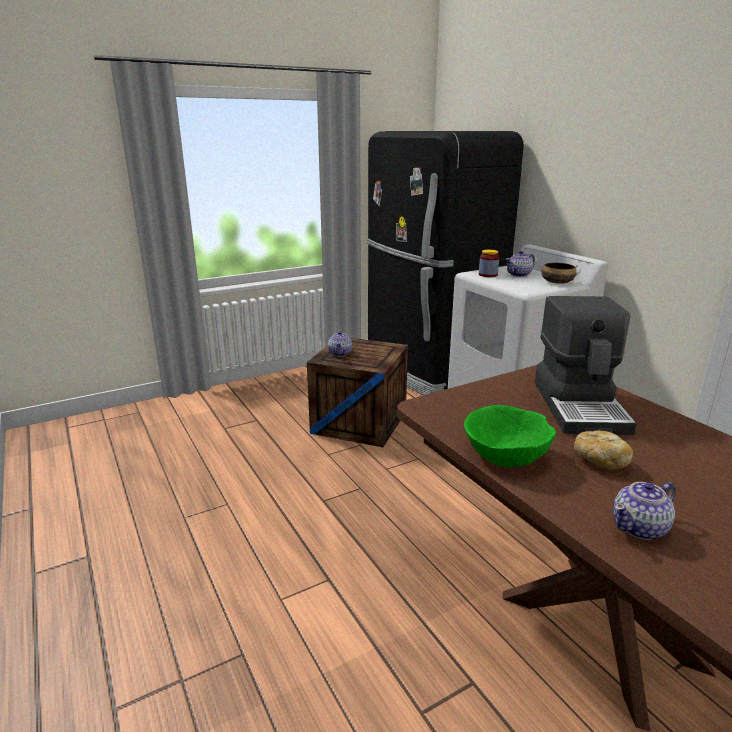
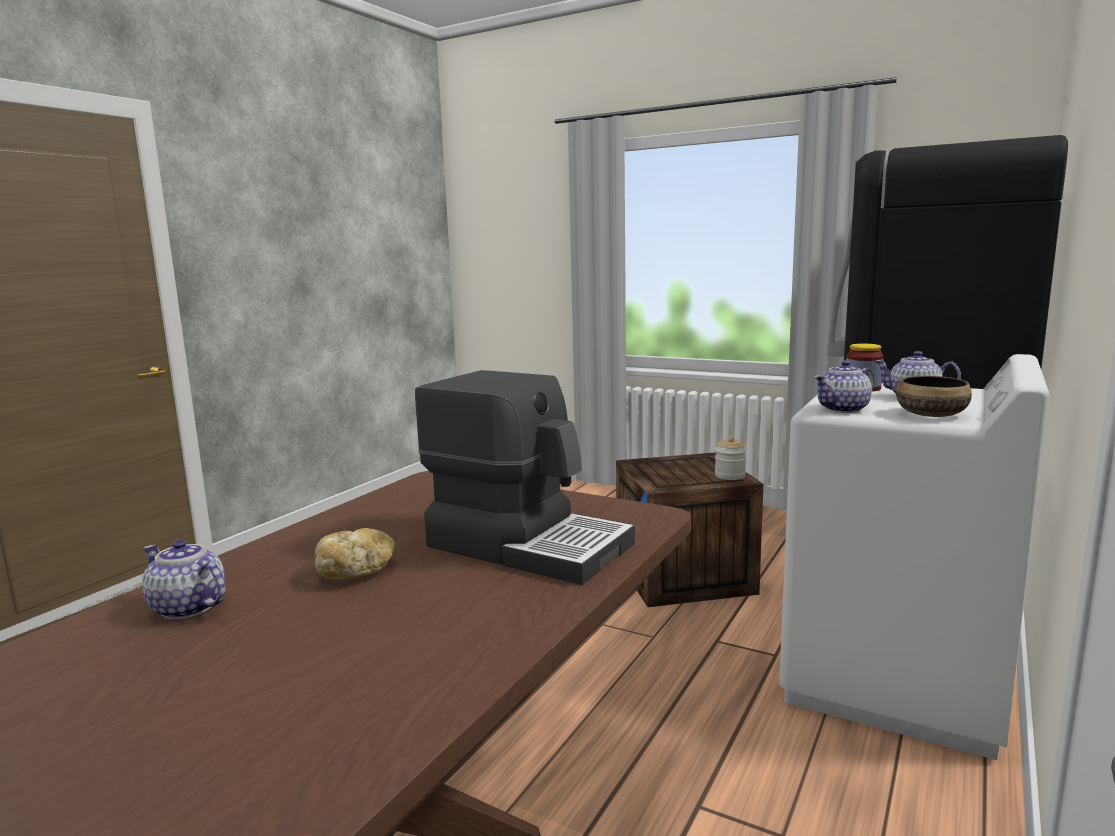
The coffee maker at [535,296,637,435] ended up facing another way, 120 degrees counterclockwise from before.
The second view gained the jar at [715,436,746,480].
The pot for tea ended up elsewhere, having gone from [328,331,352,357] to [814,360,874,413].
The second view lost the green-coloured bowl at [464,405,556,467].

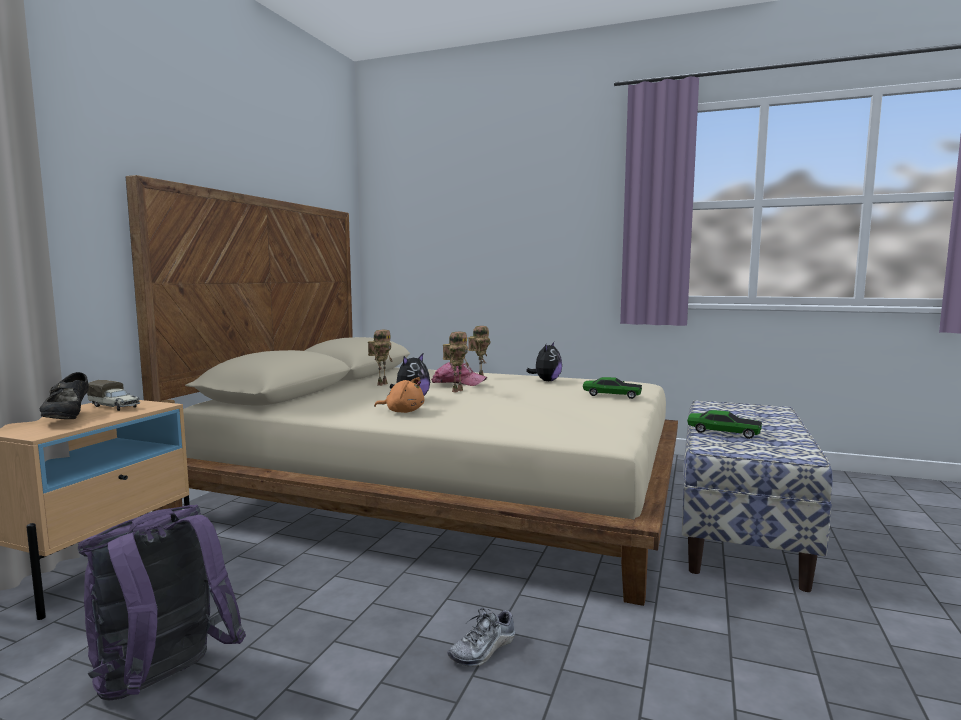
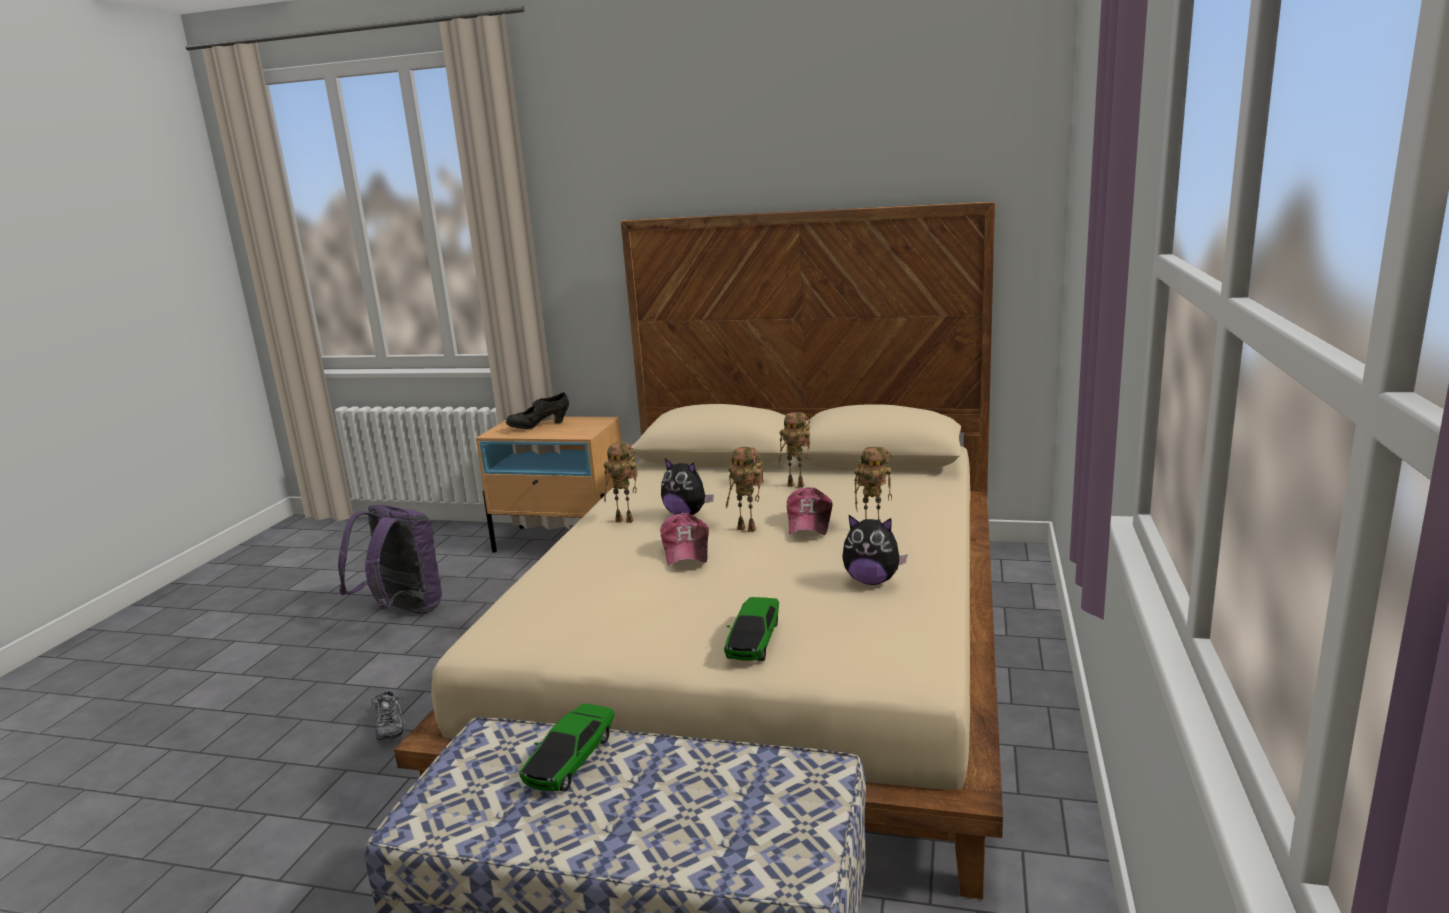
The low shoe at [447,607,515,667] ended up facing another way, 150 degrees counterclockwise from before.
Where the orangey plush toy stood at [374,377,424,413], the toy robot came to stand at [604,443,638,523].
The second view gained the peaked cap at [660,513,709,566].
The second view lost the model truck at [87,380,140,411].

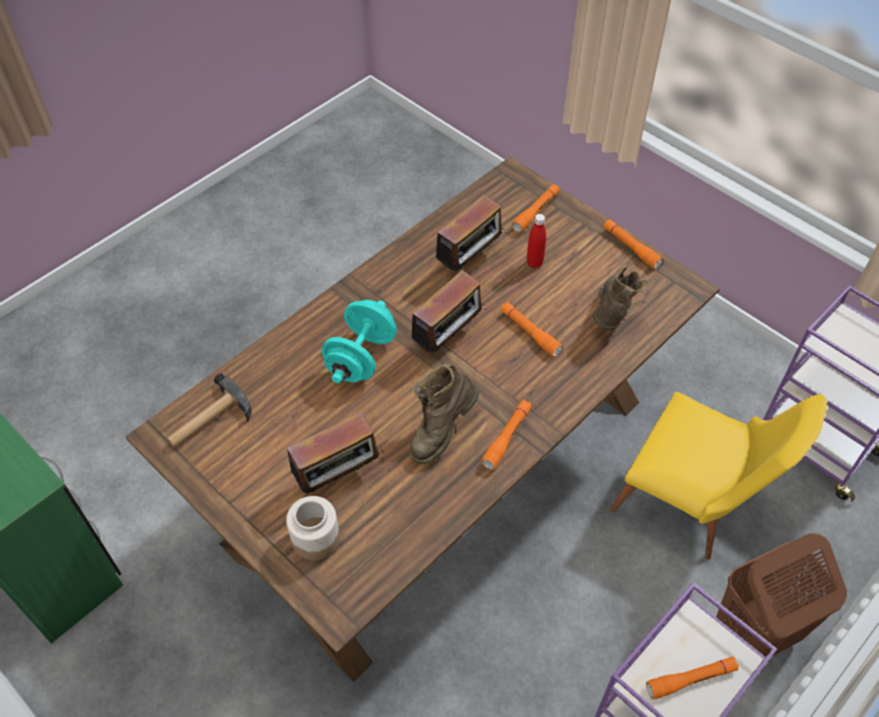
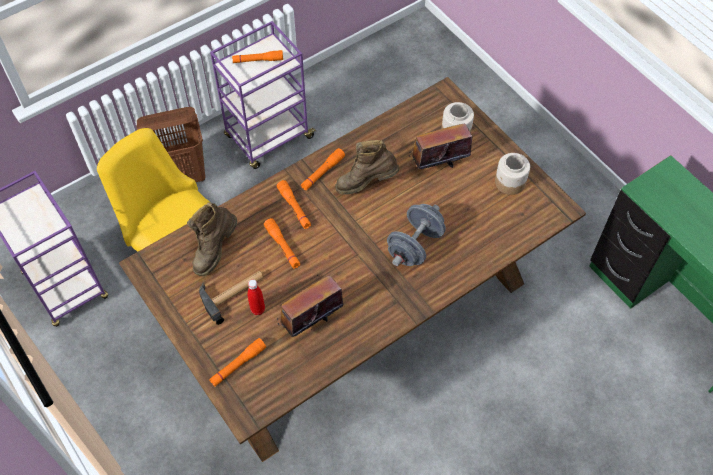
The tool hammer ended up elsewhere, having gone from [167,373,252,448] to [199,271,264,325].
The orangey flashlight ended up elsewhere, having gone from [603,219,663,269] to [277,180,311,229].
The brown high-top boot at [410,363,479,465] ended up facing another way, 150 degrees counterclockwise from before.
What was the blue-green free weight at [321,300,397,383] turned into the gray free weight at [387,204,446,266].
The second view gained the jar at [495,153,530,195].
The second view lost the radio set at [411,270,487,353].

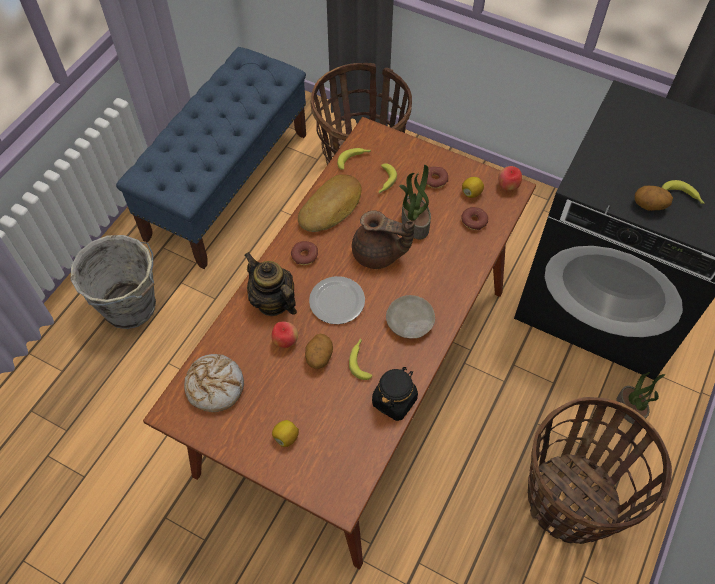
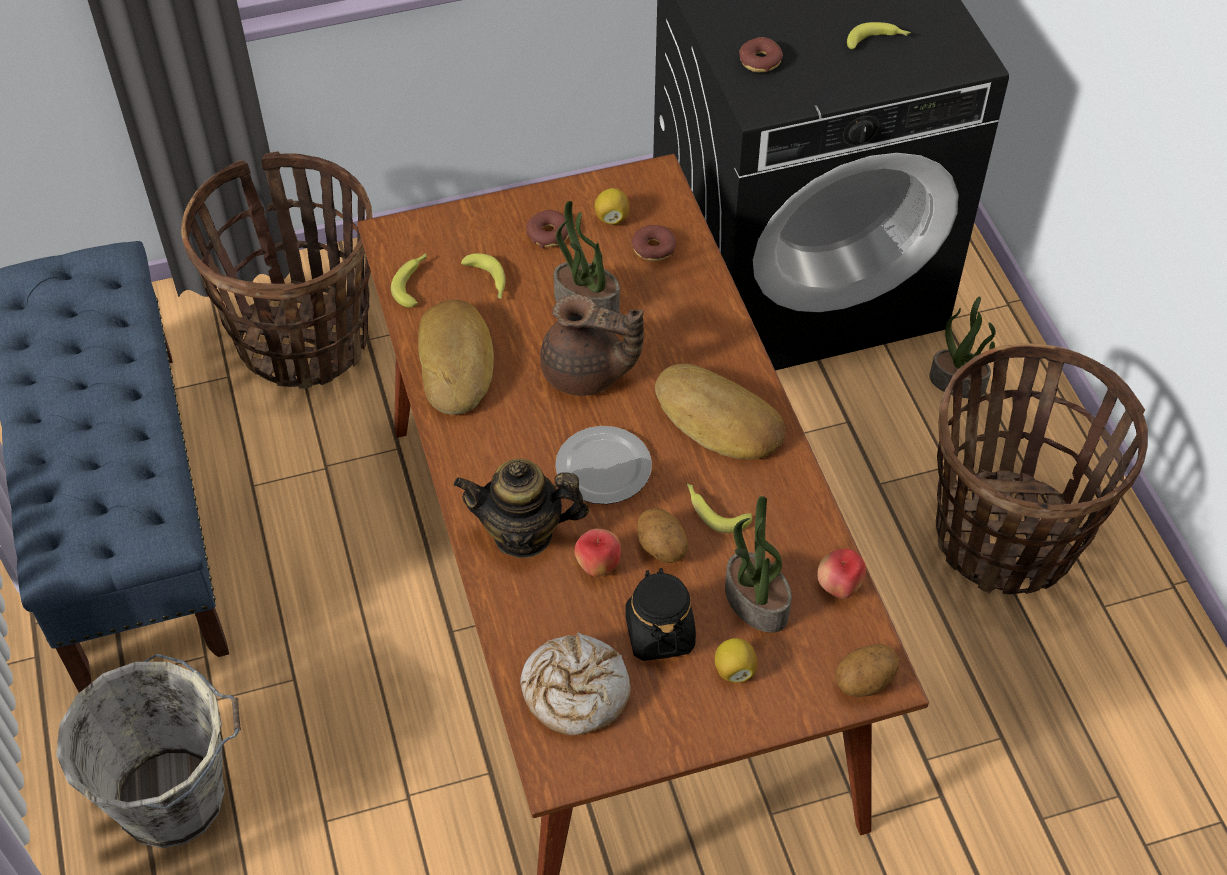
The brown pot for tea at [352,211,415,269] ended up facing another way, 45 degrees clockwise from before.
The blackish jar ended up elsewhere, having gone from [372,367,418,421] to [625,568,696,661].
Where the beige-coloured flat dish stood at [386,295,435,339], the baked bread came to stand at [655,364,785,459].
The second view gained the plant in a pot at [725,496,792,633].
The donut ended up elsewhere, having gone from [291,241,318,265] to [739,37,783,72].
The apple ended up elsewhere, having gone from [498,166,522,191] to [817,549,866,599].
The spud ended up elsewhere, having gone from [635,186,673,211] to [835,644,899,697].

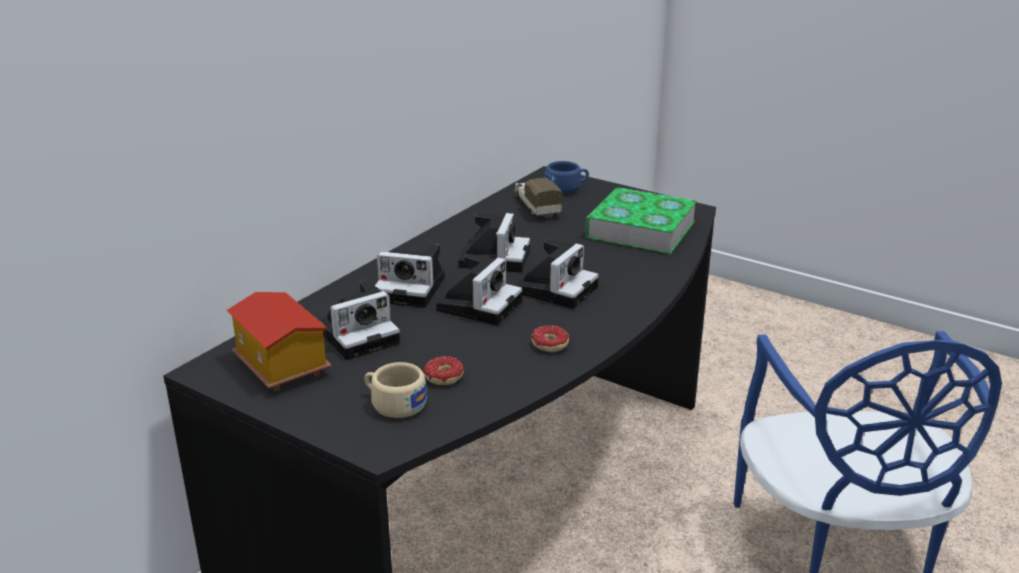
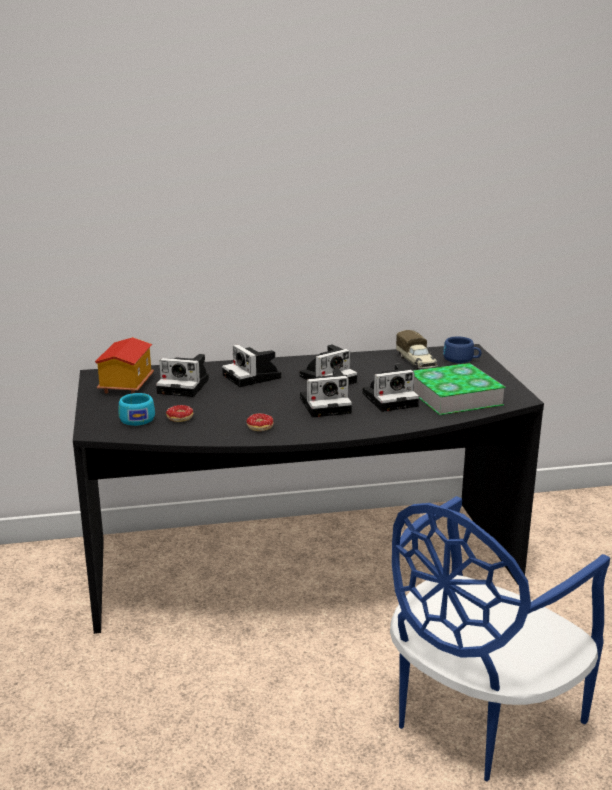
What was the beige-coloured drinking cup at [365,362,427,418] turned into the blue-green drinking cup at [119,393,155,426].
The still camera ended up elsewhere, having gone from [436,254,522,325] to [362,363,419,412].
The model truck at [514,178,562,218] ended up facing another way, 135 degrees clockwise from before.

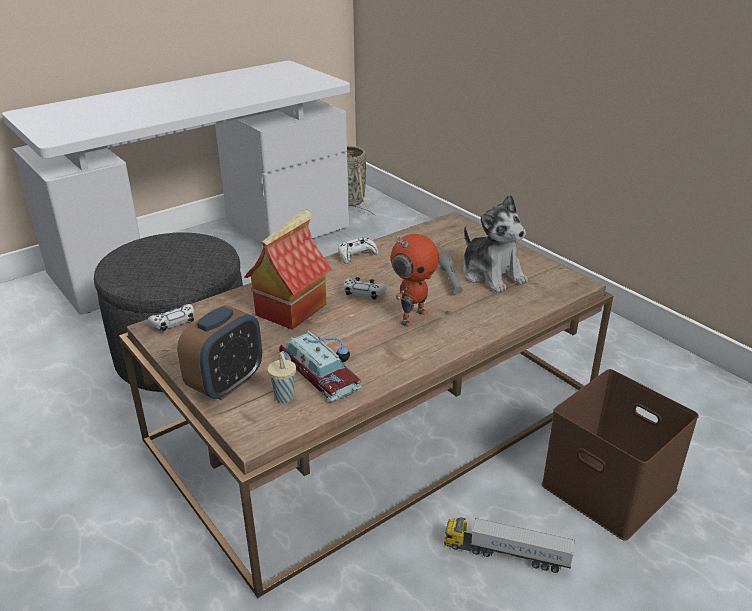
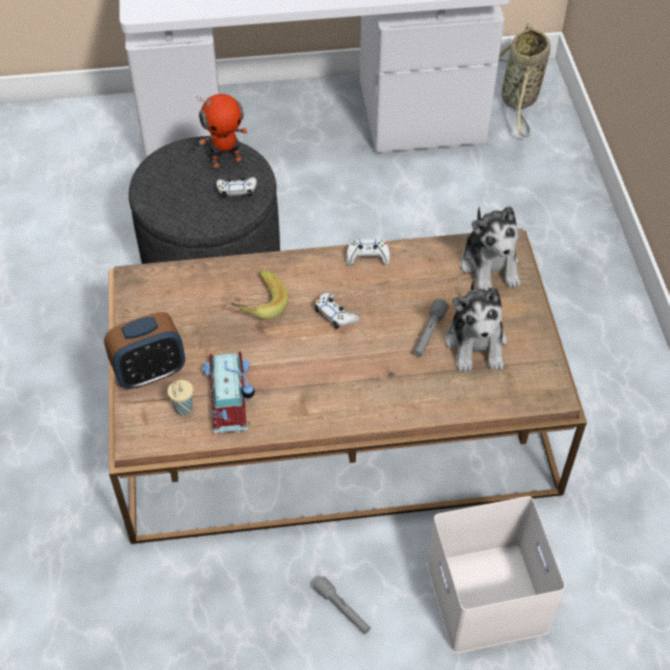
The toy robot ended up elsewhere, having gone from [391,234,439,327] to [196,94,248,168].
The white-coloured joypad ended up elsewhere, having gone from [147,304,194,332] to [216,177,257,198].
Where the toy house stood at [244,210,332,329], the banana came to stand at [231,271,288,319].
Where the model truck stood at [444,517,575,573], the gray flashlight came to stand at [314,577,371,634].
What was the brown storage container at [541,369,699,541] turned into the white-coloured storage container at [427,496,565,654].
The second view gained the plush toy at [461,206,520,291].

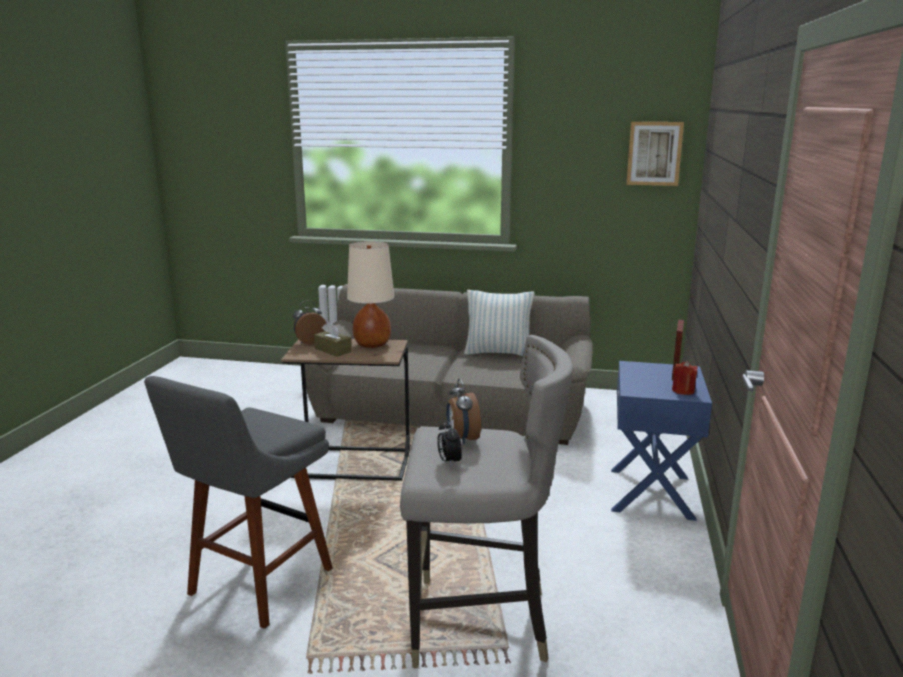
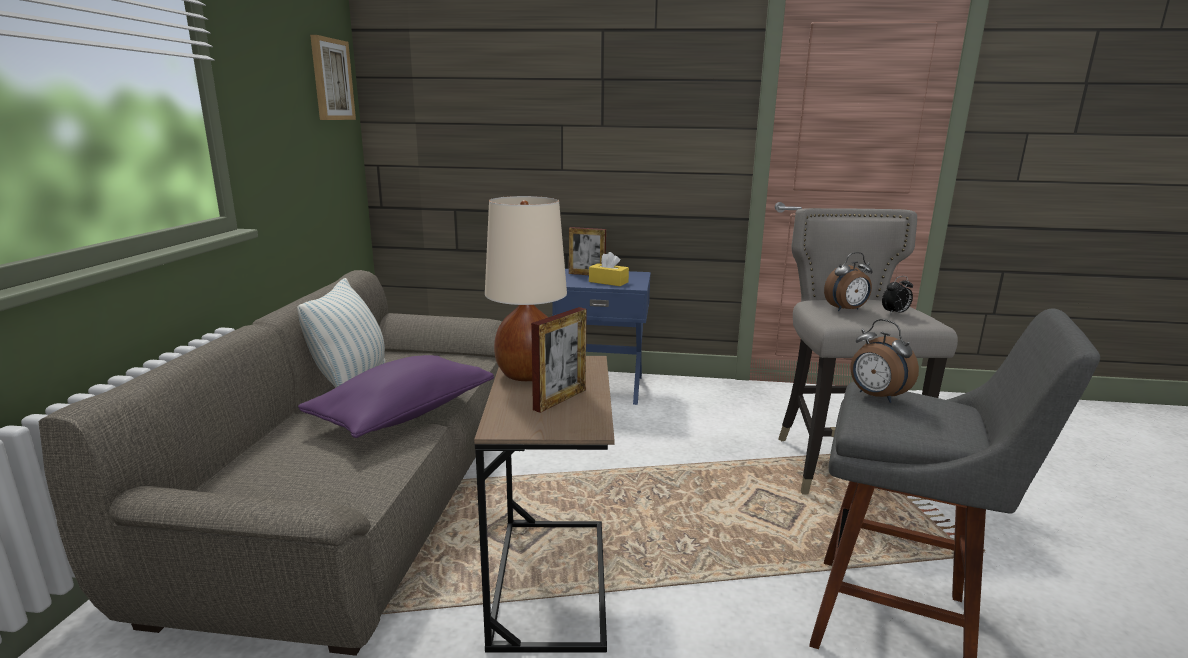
The second view gained the purple-coloured pillow at [298,355,494,438].
Where the brown tissue holder stood at [314,322,352,357], the standing frame came to stand at [531,307,587,413].
The second view gained the yellow tissue holder at [589,252,629,286].
The table clock ended up elsewhere, having gone from [293,300,326,345] to [851,319,919,403].
The second view lost the red-coloured wax candle at [672,361,698,395].

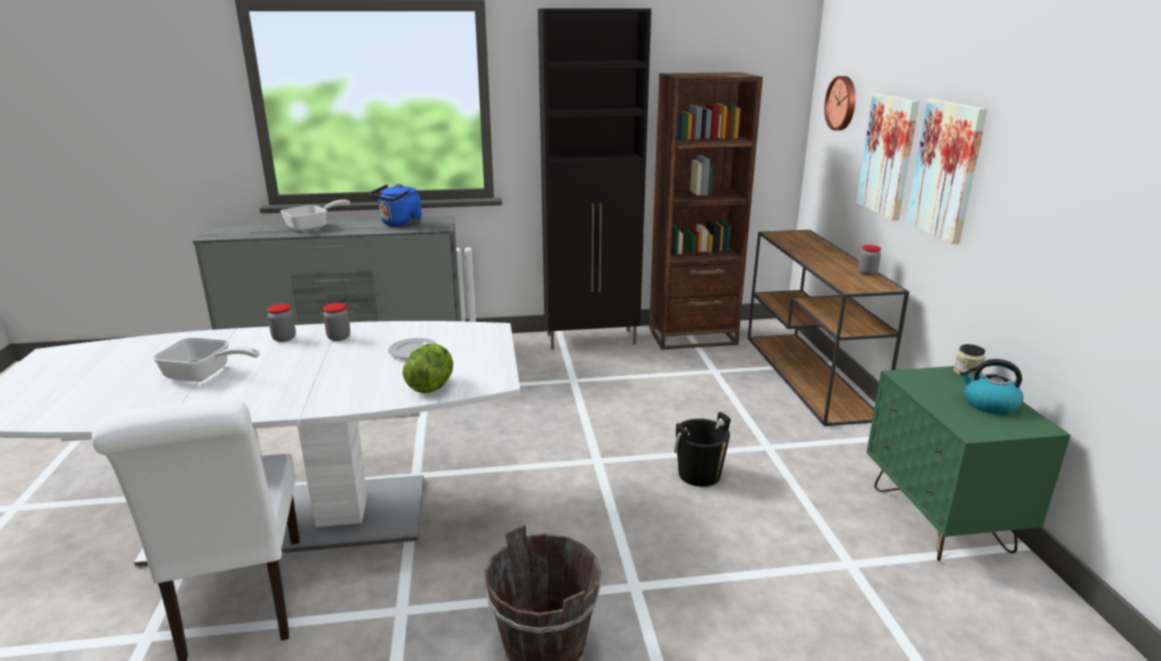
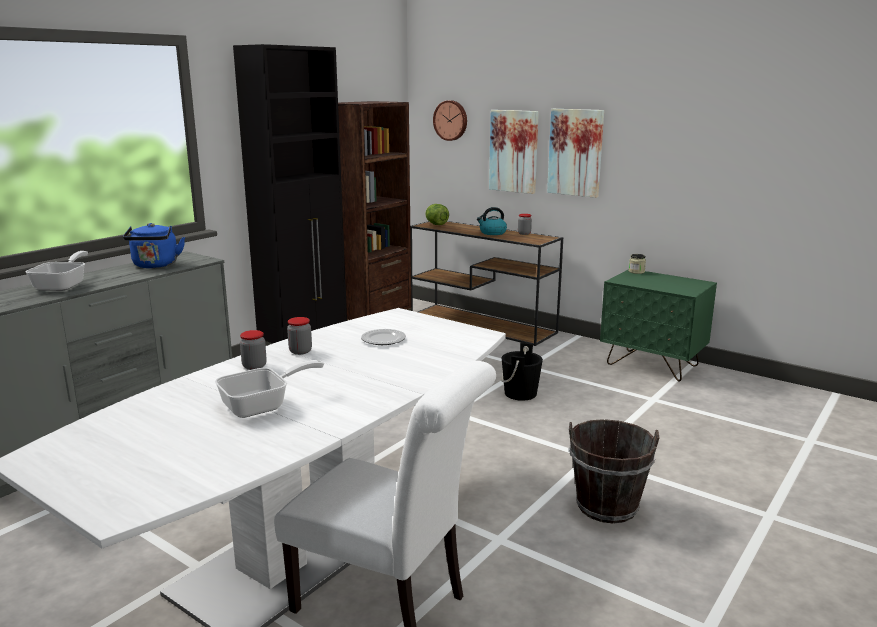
The lettuce head ended up elsewhere, having gone from [402,343,453,393] to [425,204,449,225].
The kettle ended up elsewhere, having gone from [960,359,1023,414] to [477,207,507,235].

